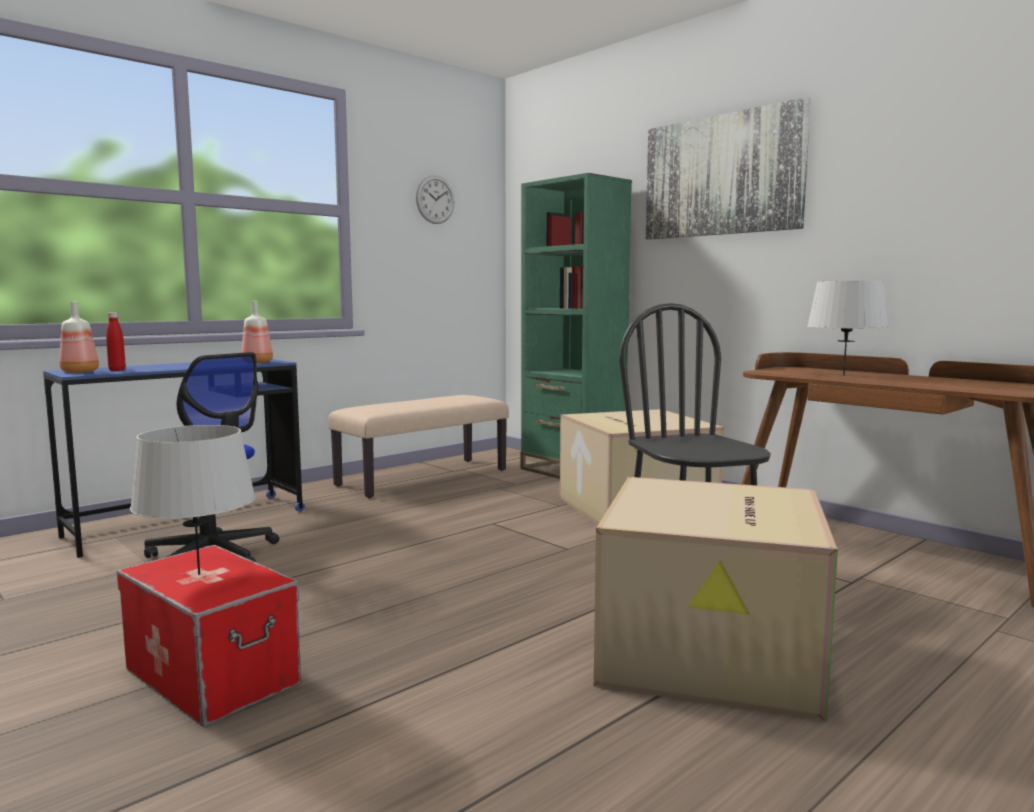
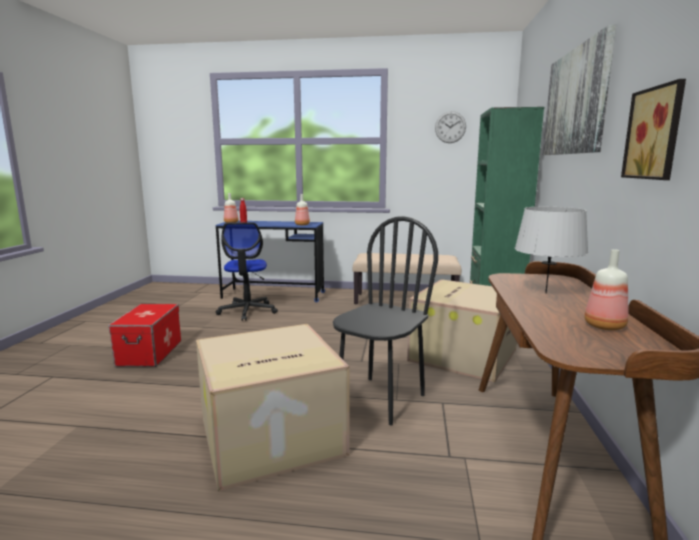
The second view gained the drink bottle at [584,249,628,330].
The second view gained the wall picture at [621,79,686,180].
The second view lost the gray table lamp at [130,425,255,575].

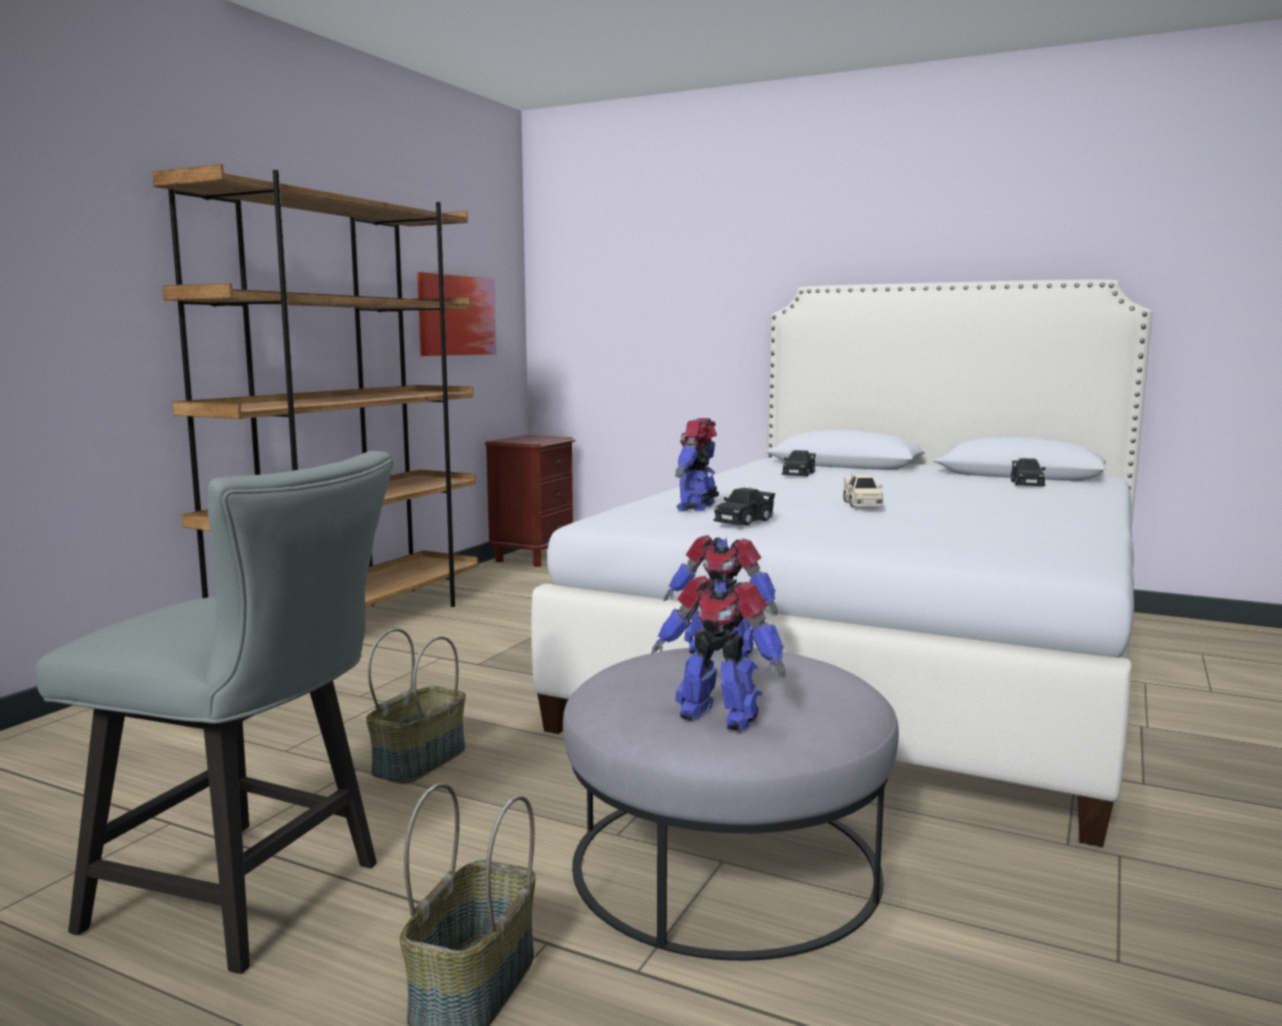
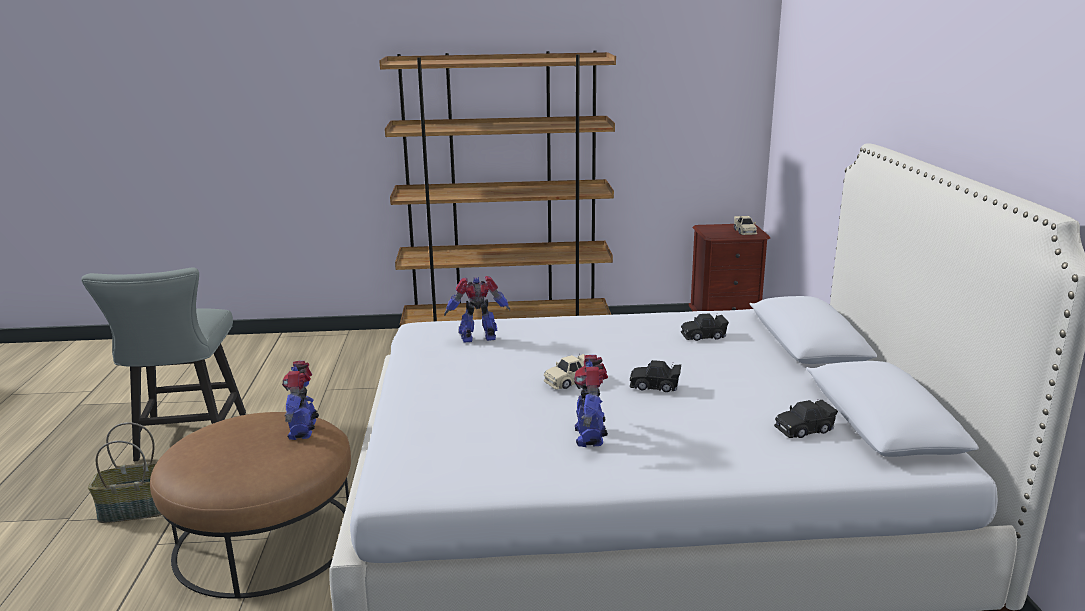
What was the gray footrest at [563,648,899,961] turned into the brown footrest at [150,412,351,599].
The toy robot ended up elsewhere, having gone from [651,576,786,731] to [574,355,608,447].
The blackish model car ended up elsewhere, having gone from [713,488,775,525] to [630,360,681,392].
The second view gained the beige-coloured model car at [734,216,757,235].
The second view lost the basket at [366,628,466,784].
The second view lost the wall picture at [417,272,496,356].

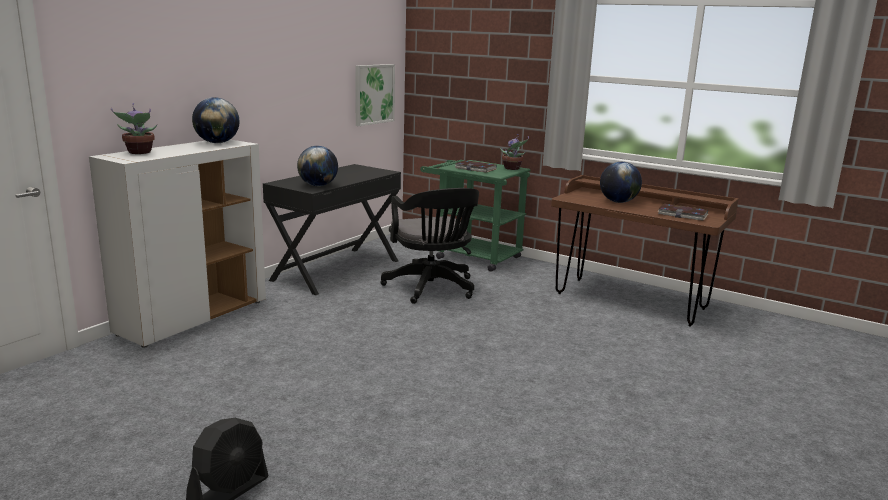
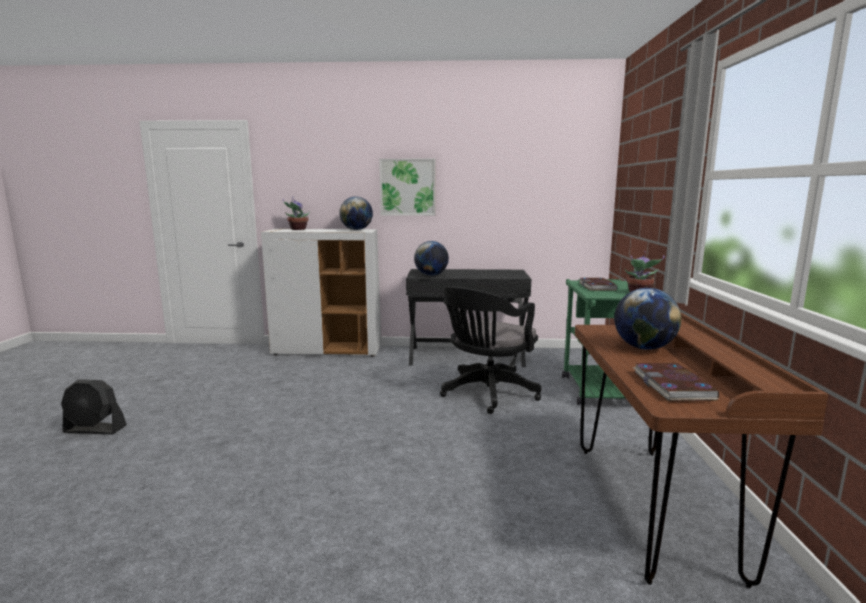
The wall picture ended up elsewhere, having gone from [355,64,395,126] to [379,159,436,216].

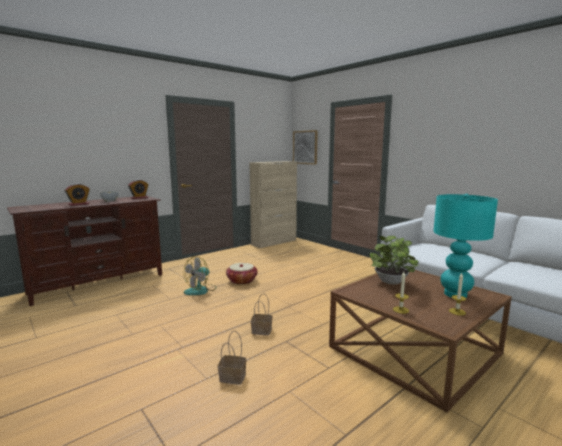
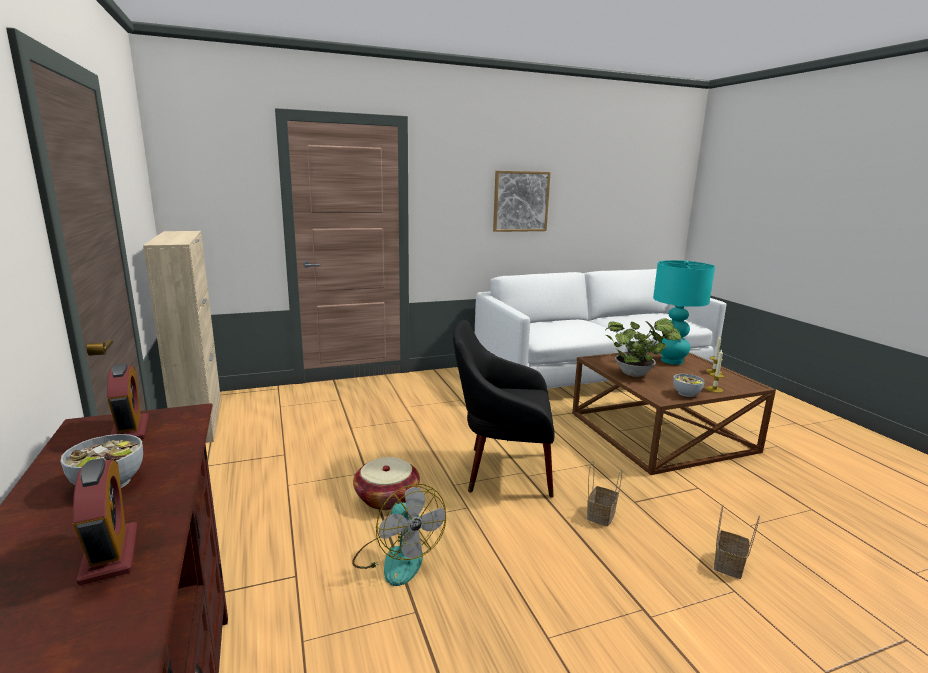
The second view gained the blackish lounge chair at [453,320,555,498].
The wall picture ended up elsewhere, having gone from [293,130,318,165] to [493,171,551,232].
The second view gained the bowl at [673,374,705,397].

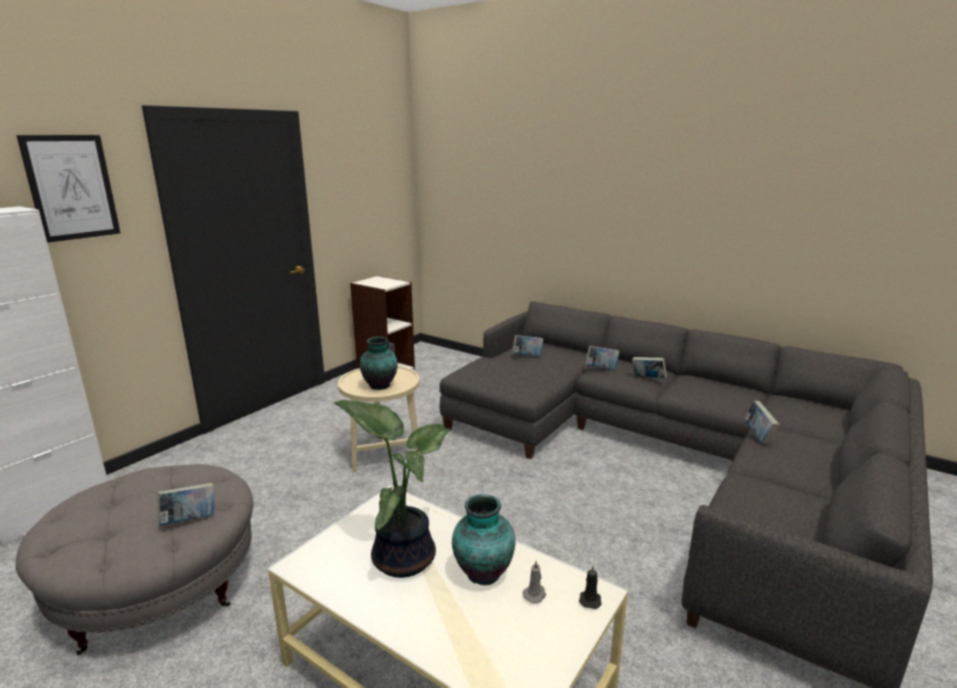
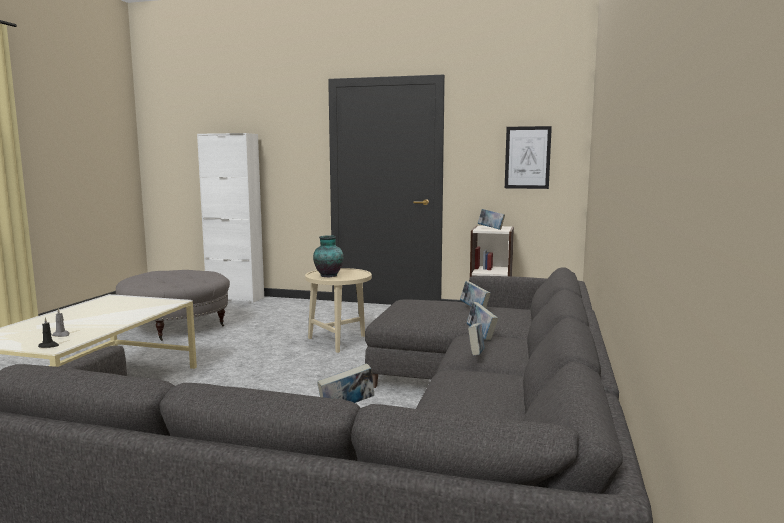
The bound book ended up elsewhere, having gone from [157,483,214,526] to [478,209,505,230].
The wall picture ended up elsewhere, having gone from [16,135,120,243] to [505,126,552,189].
The second view lost the plant in a pot at [333,400,450,578].
The second view lost the flower vase at [452,494,515,585].

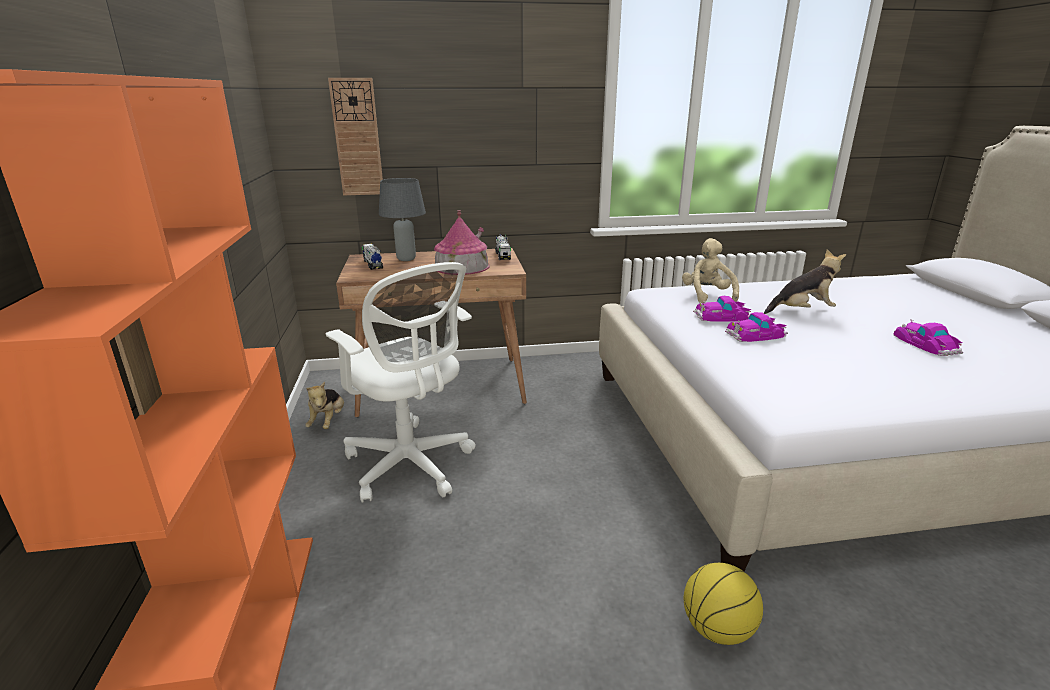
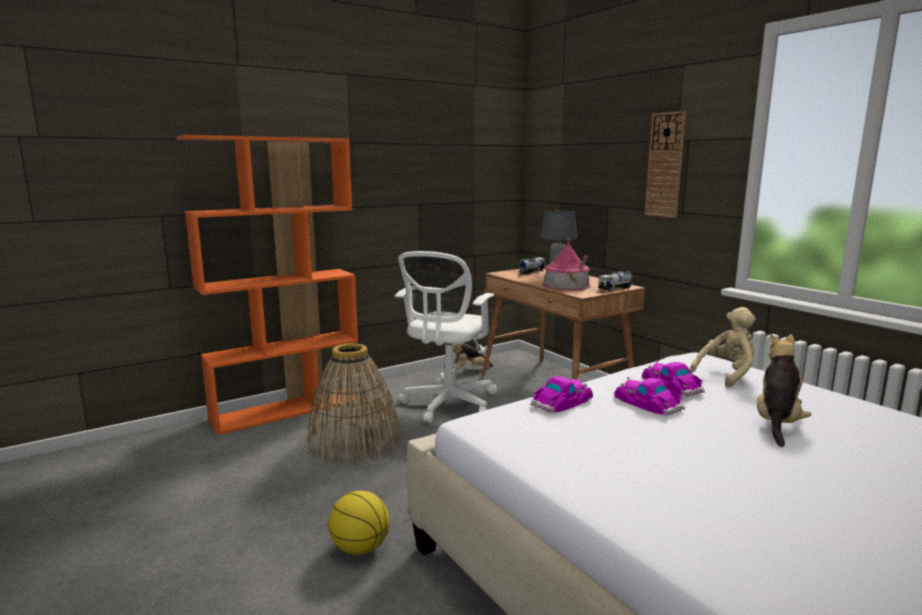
The second view gained the basket at [307,343,401,465].
The model car ended up elsewhere, having gone from [894,320,963,356] to [530,376,593,413].
The clock on the wall ended up elsewhere, having gone from [328,78,383,195] to [644,111,686,218].
The plush toy at [764,249,846,314] ended up facing another way, 120 degrees counterclockwise from before.

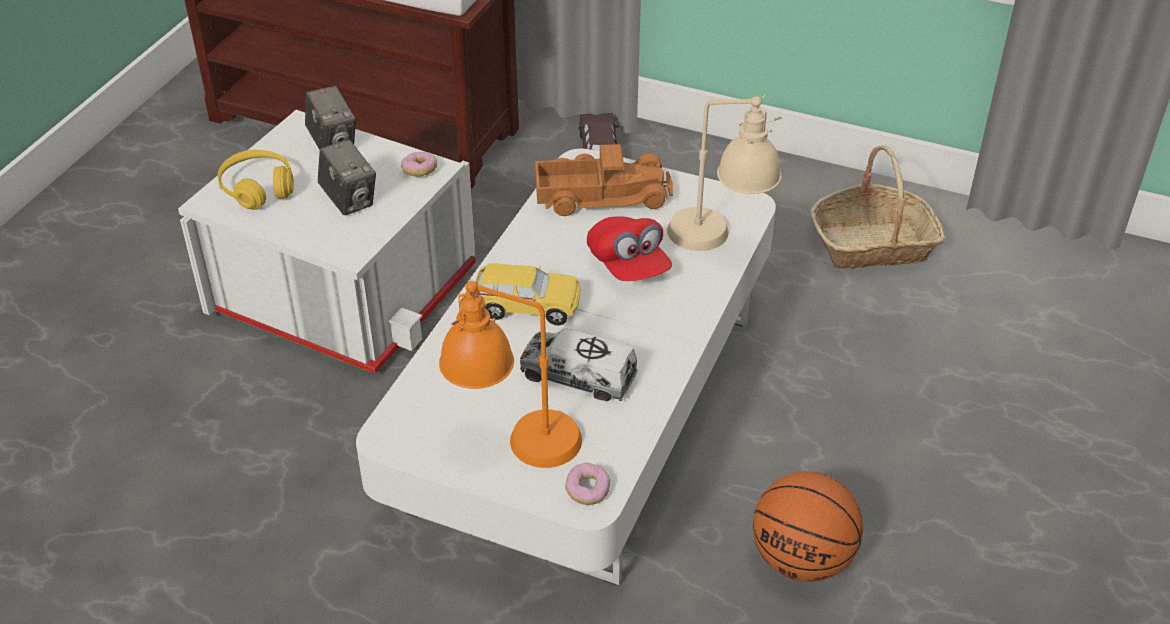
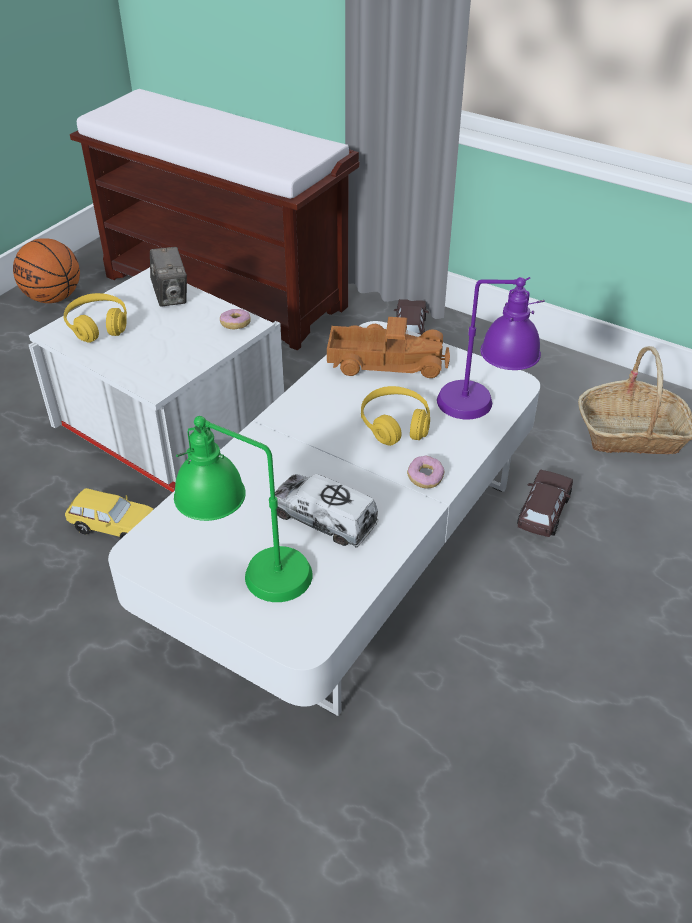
The basketball ended up elsewhere, having gone from [753,471,863,582] to [13,238,80,303].
The yellow model car ended up elsewhere, having gone from [475,263,581,326] to [65,488,153,539].
What was the orangey table lamp at [439,281,582,468] turned into the green-coloured table lamp at [174,416,313,602].
Where the red-coloured peaked cap stood at [587,216,672,281], the yellow headset came to stand at [361,386,430,446].
The donut ended up elsewhere, having gone from [565,463,610,505] to [407,456,445,489].
What was the beige-coloured table lamp at [667,95,782,251] turned into the purple-coloured table lamp at [437,277,545,419].
The second view gained the brown model car at [517,469,573,537].
The second view lost the still camera at [318,139,376,215].

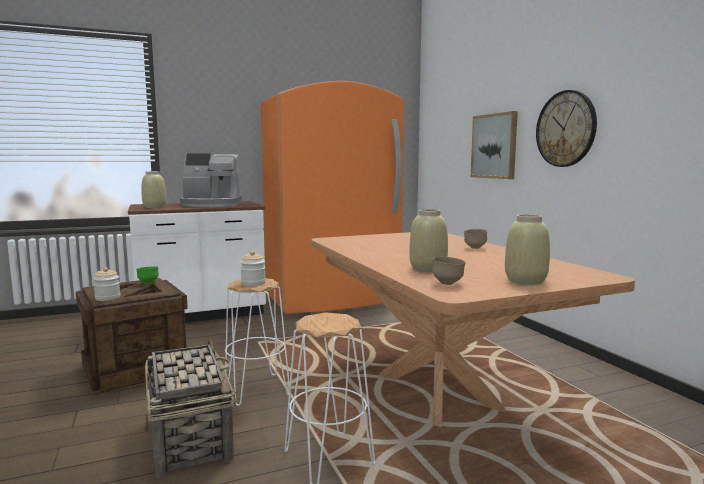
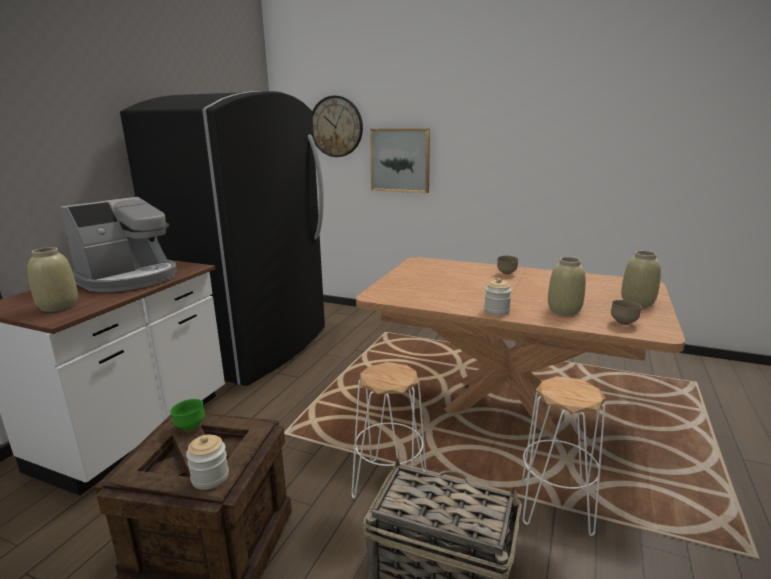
What was the orangey fridge at [261,81,404,314] turned into the blackish fridge at [120,91,325,386].
The clock on the wall ended up elsewhere, having gone from [536,90,597,167] to [312,96,363,157].
The jar ended up elsewhere, having gone from [240,251,266,286] to [484,278,512,315].

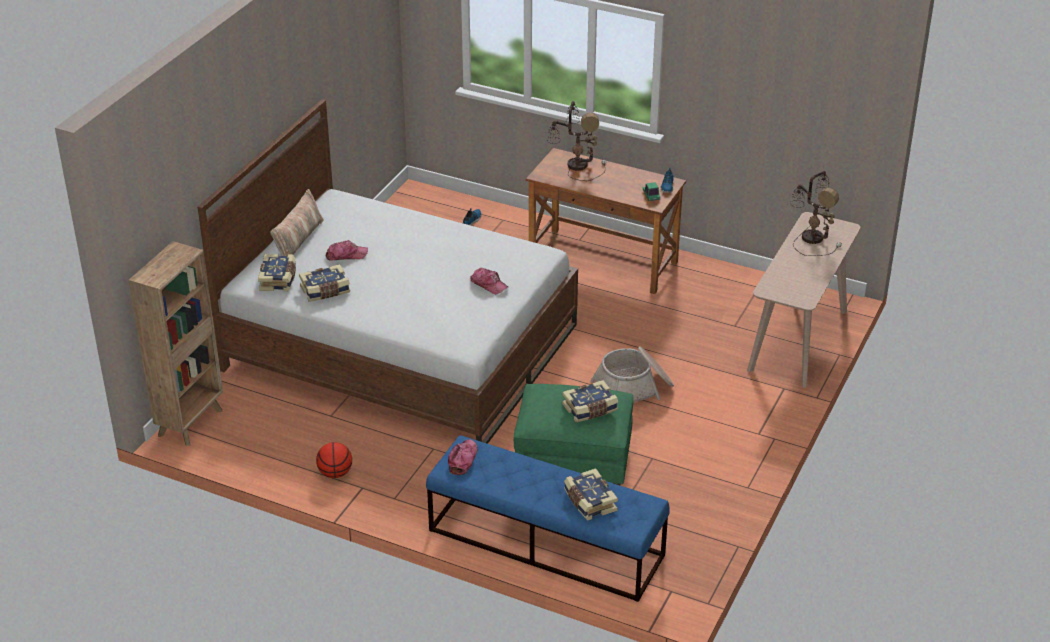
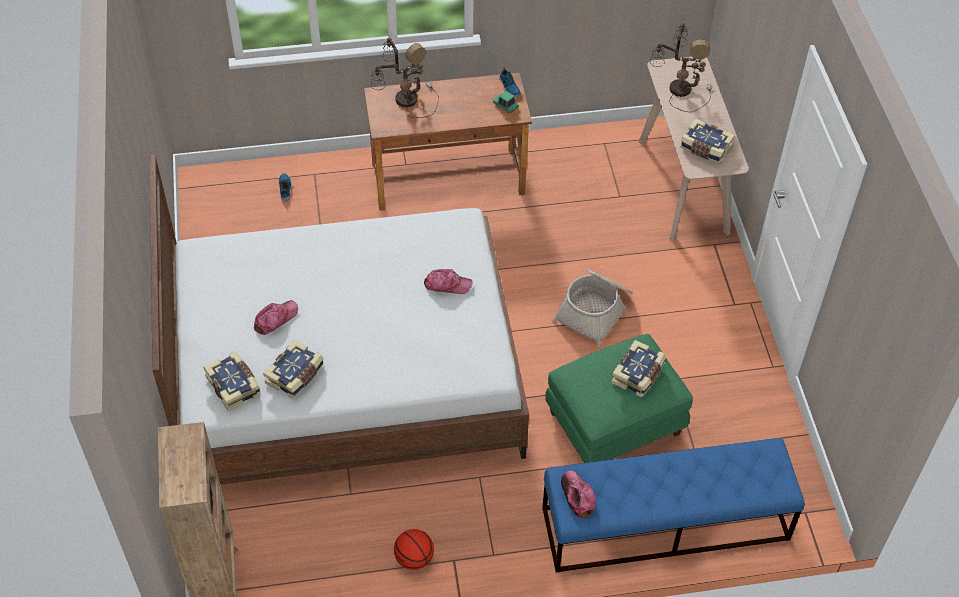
The bound book ended up elsewhere, having gone from [564,468,618,521] to [680,119,735,164].
The second view lost the pillow at [270,189,324,256].

